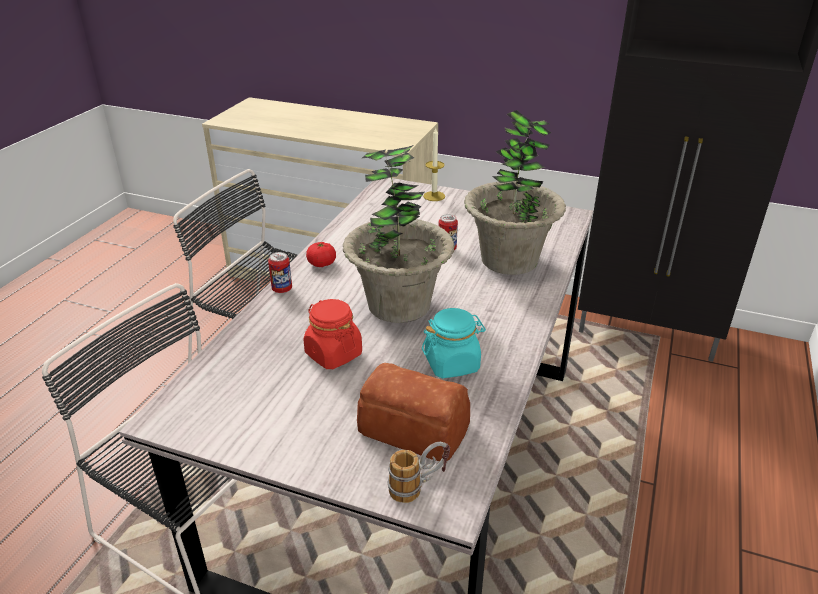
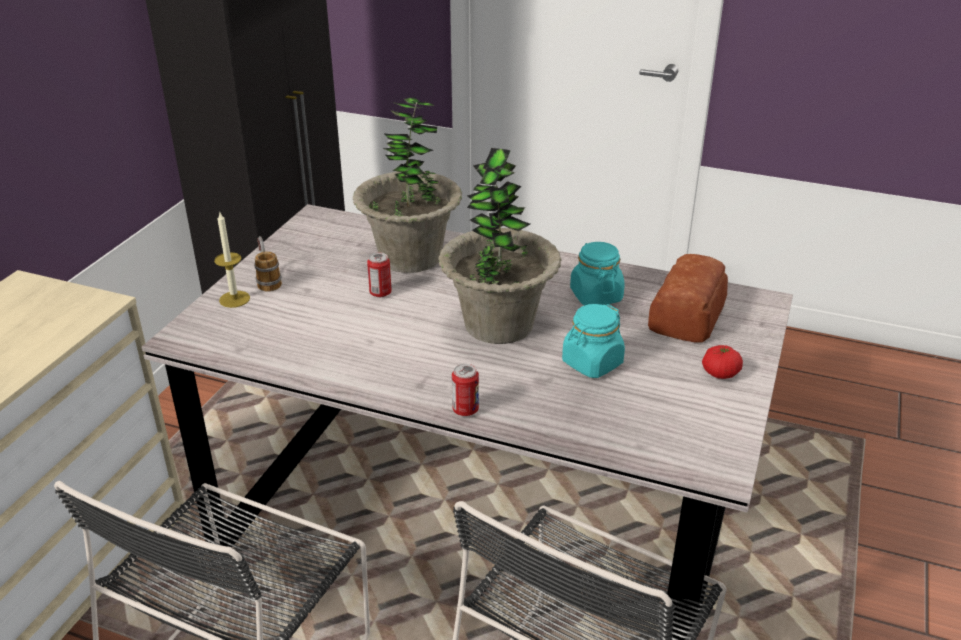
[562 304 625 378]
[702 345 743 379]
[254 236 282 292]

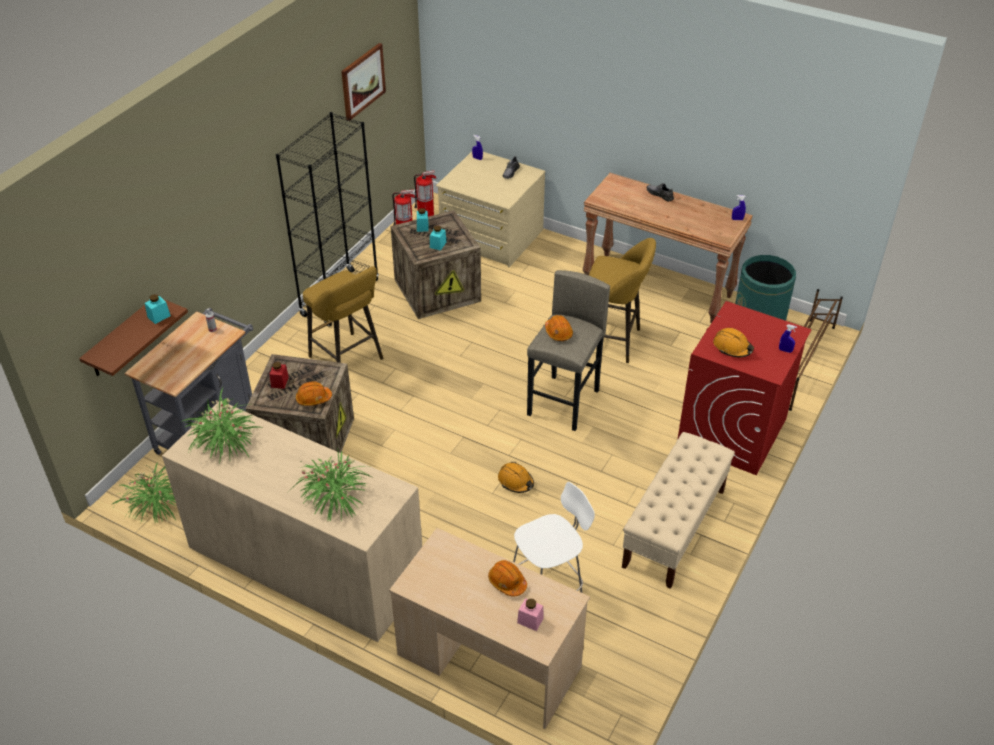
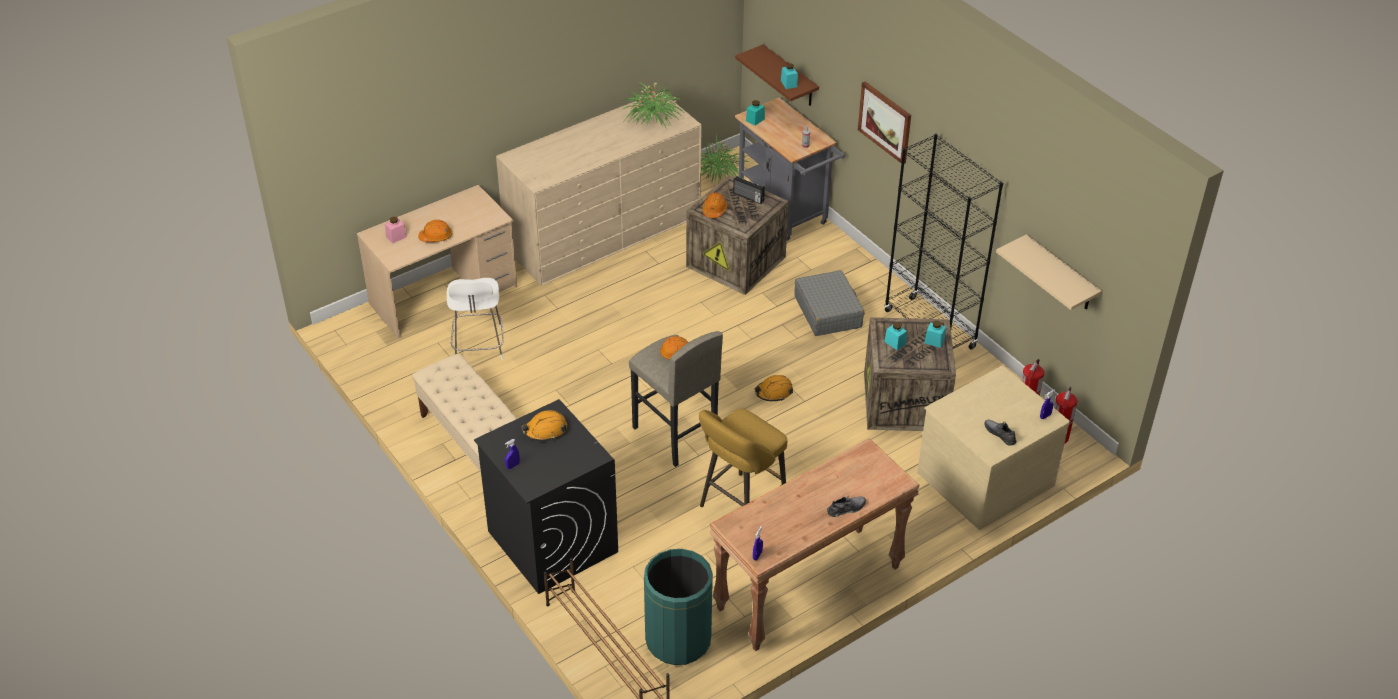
[733 176 765 204]
[288 451 372 522] (first image)
[794 270 864 336]
[858 82 911 164]
[754 375 793 401]
[474 399 618 594]
[746 100 765 126]
[996 235 1102 310]

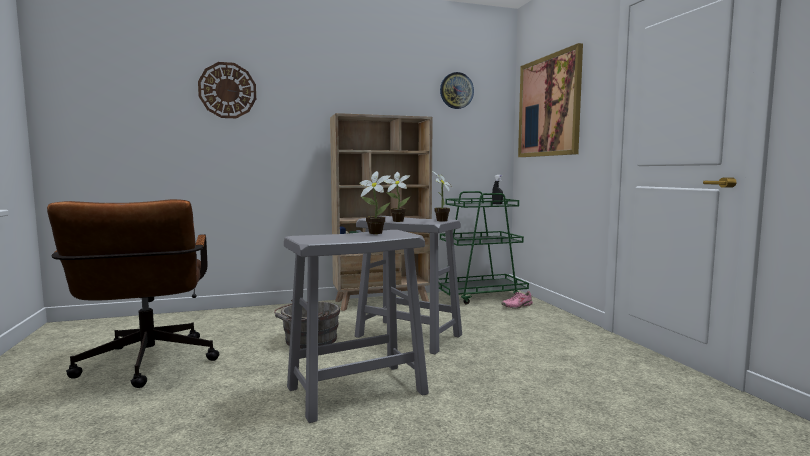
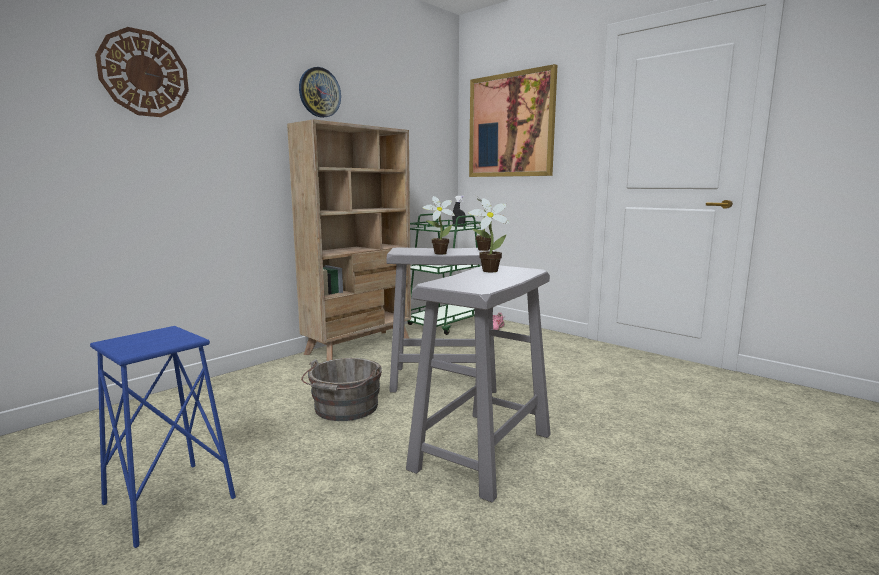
[90 326 236 548]
[299 67 341 118]

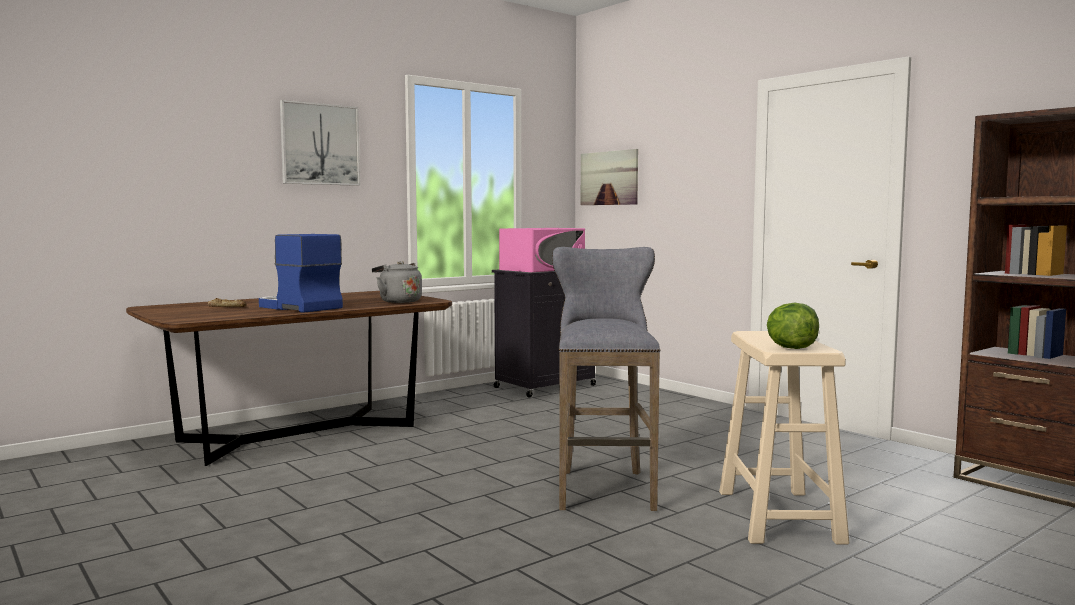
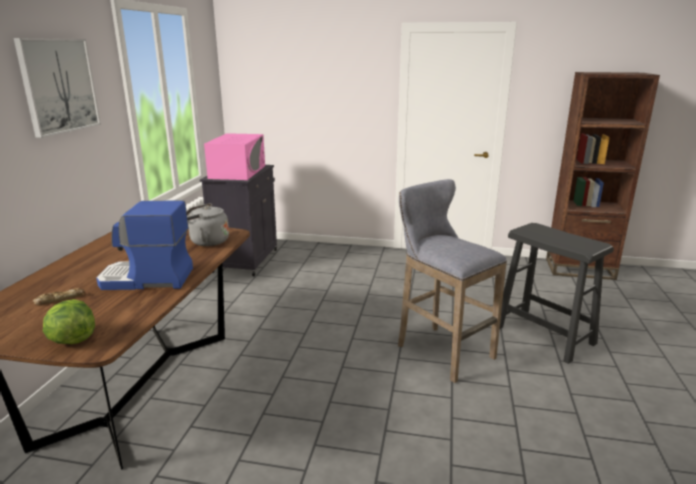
[581 149 638 205] (first image)
[500 223 614 364]
[43 299 95 344]

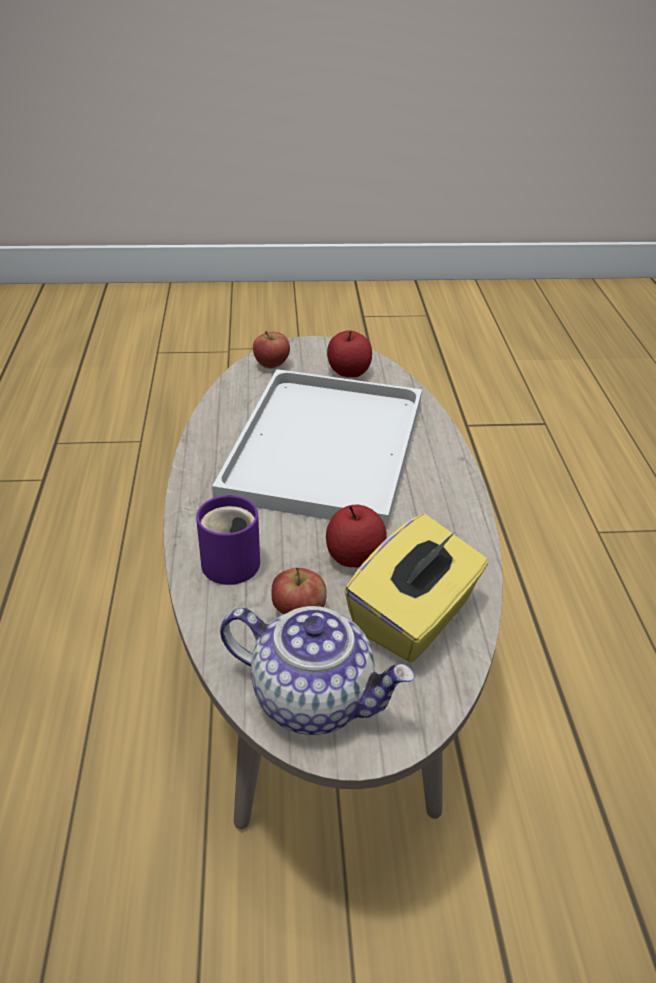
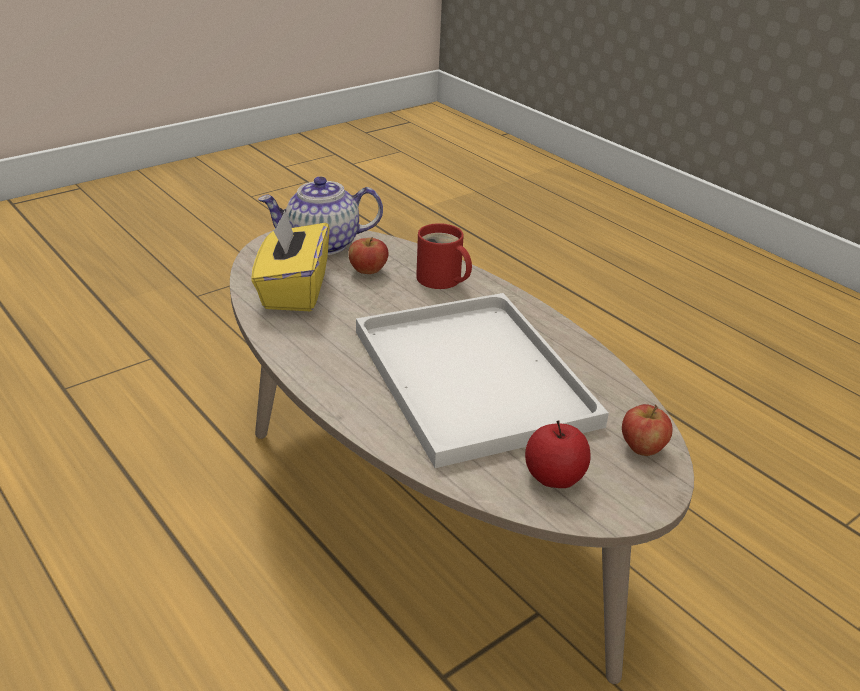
[416 223 472 289]
[326 504 387 567] (first image)

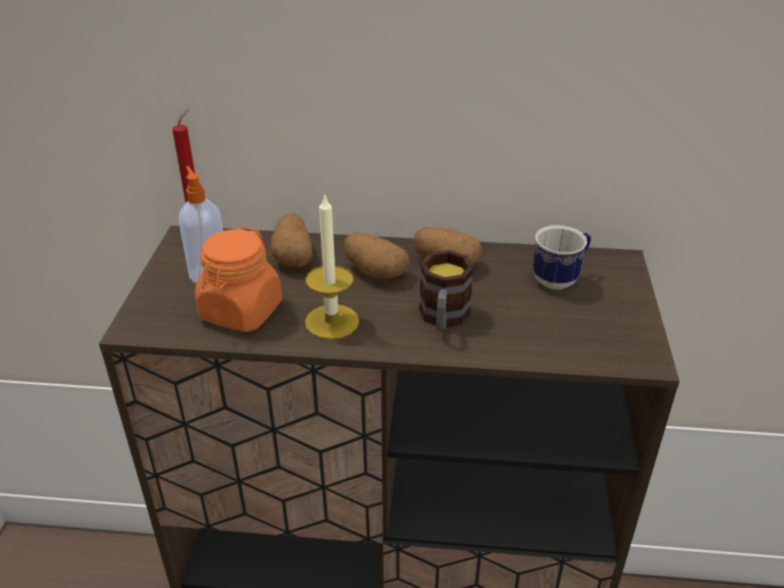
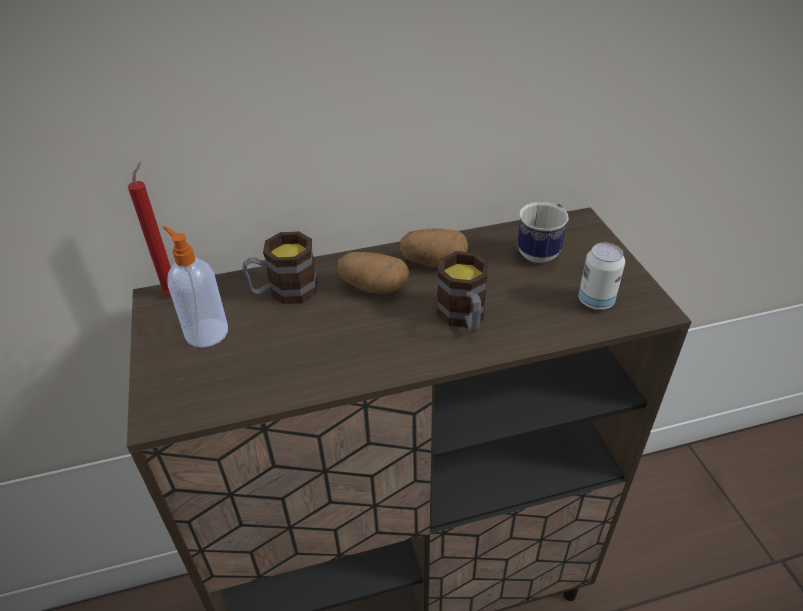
[195 227 282 332] (first image)
[242 232 318 304]
[305 193 359 339] (first image)
[578 243 625 310]

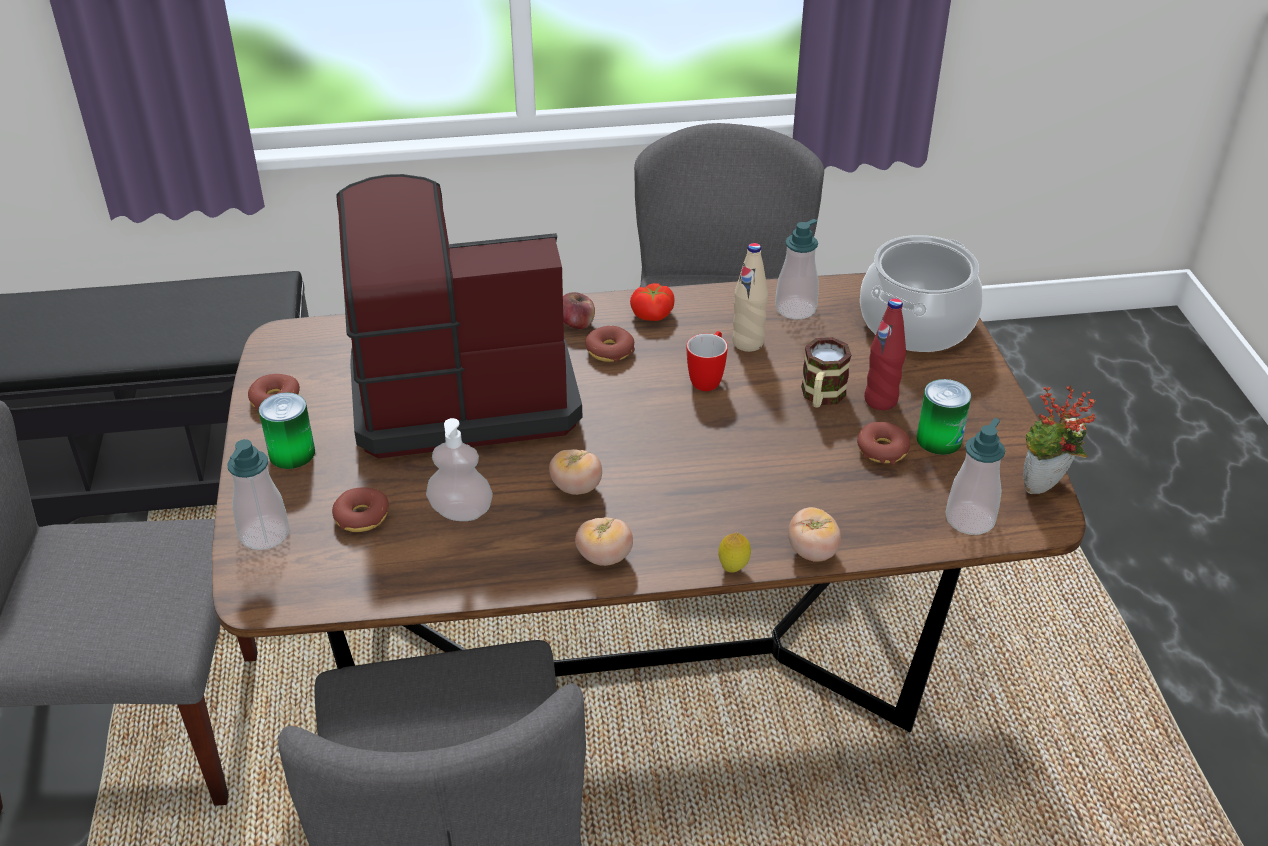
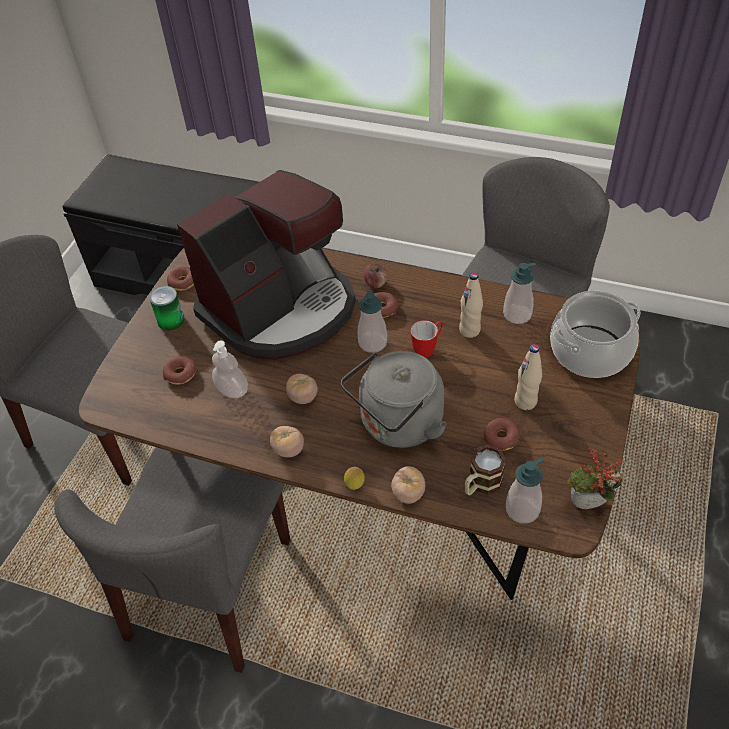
[358 292 387 353]
[177 170 356 360]
[630 283 675 321] (first image)
[465 445 506 495]
[514 344 542 410]
[917 379 971 455] (first image)
[341 351 447 448]

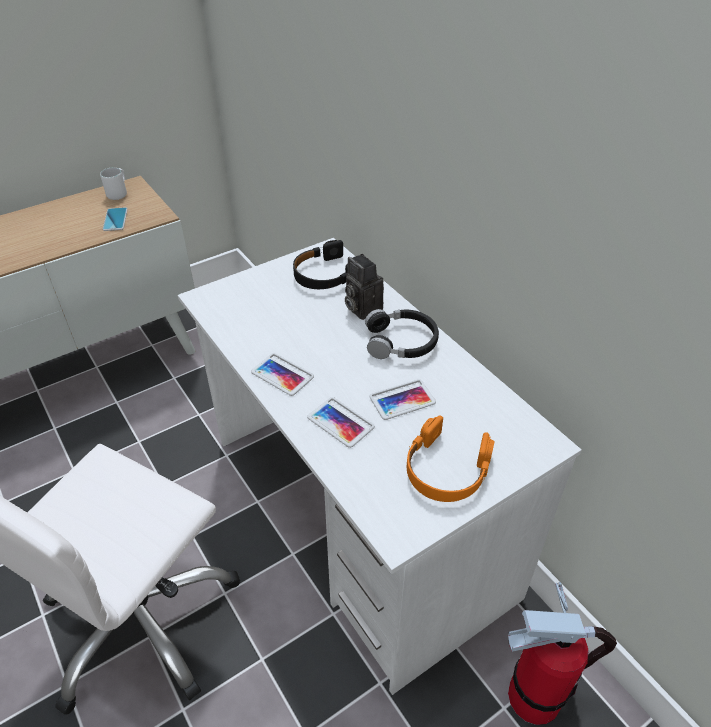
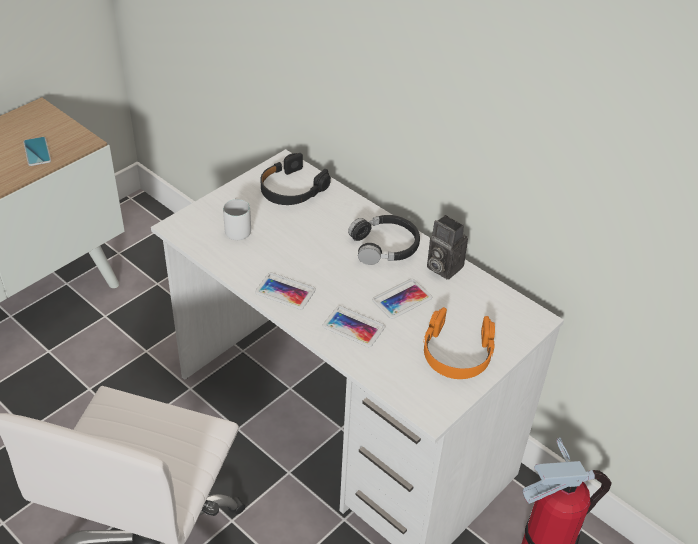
[223 197 251 240]
[427 215 468 280]

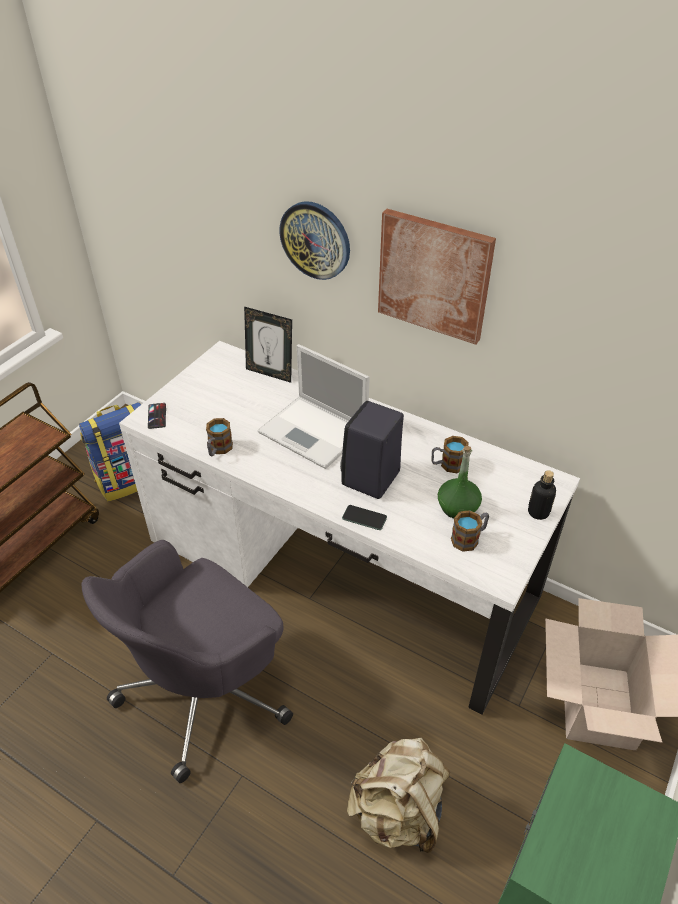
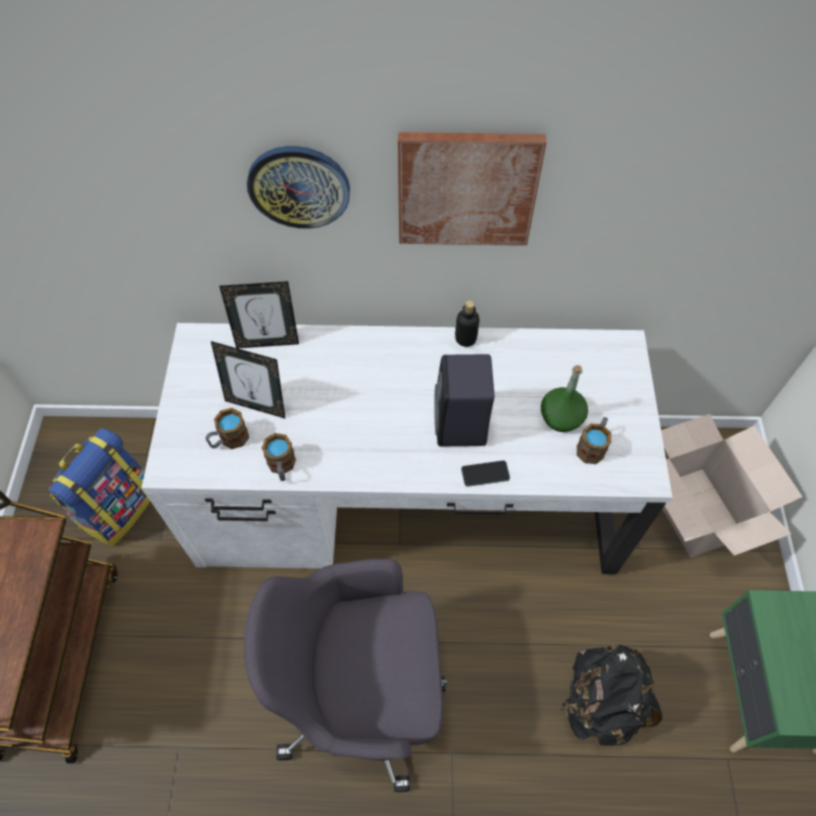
[243 559 447 792]
[148 403 166 429] (first image)
[257 344 370 469] (first image)
[561 645 663 746]
[206 408 249 449]
[455 301 480 347]
[211 341 286 419]

